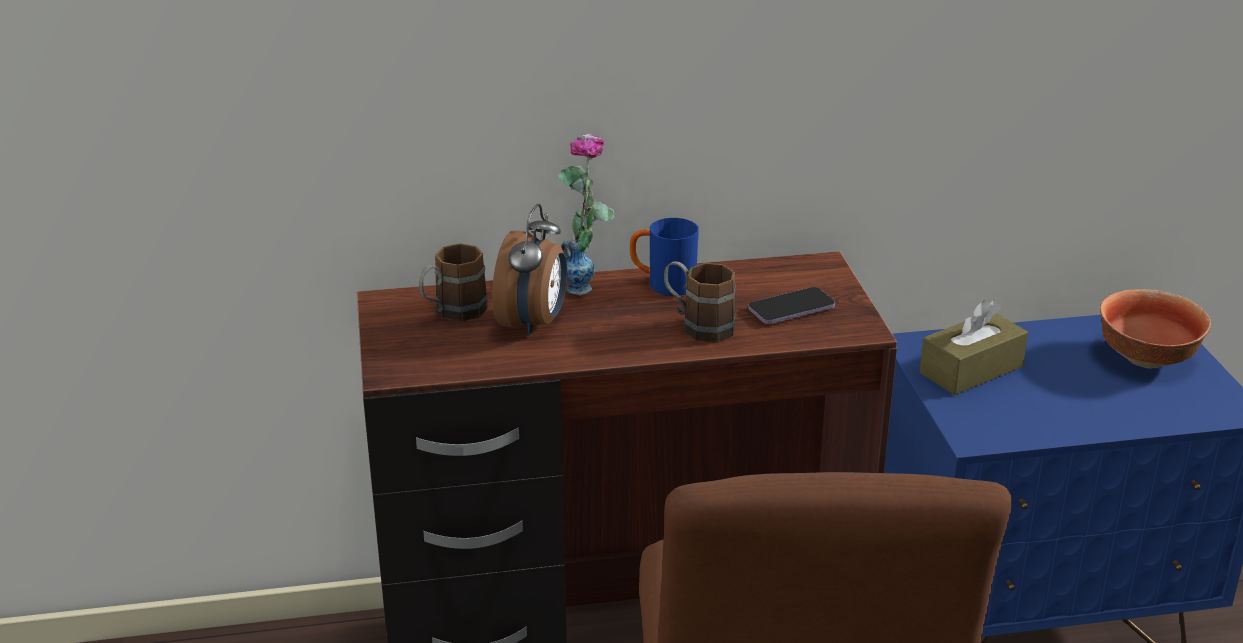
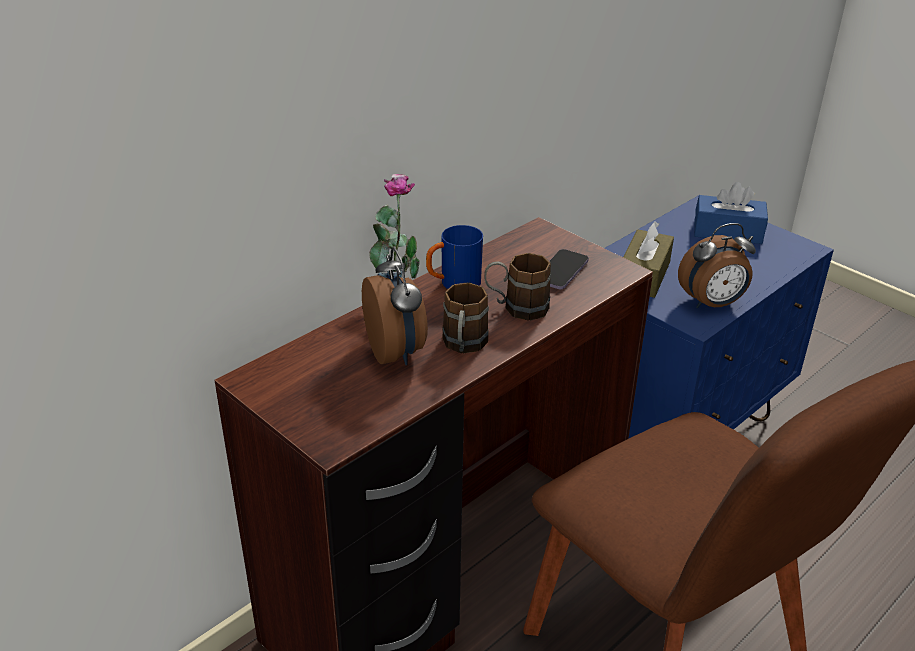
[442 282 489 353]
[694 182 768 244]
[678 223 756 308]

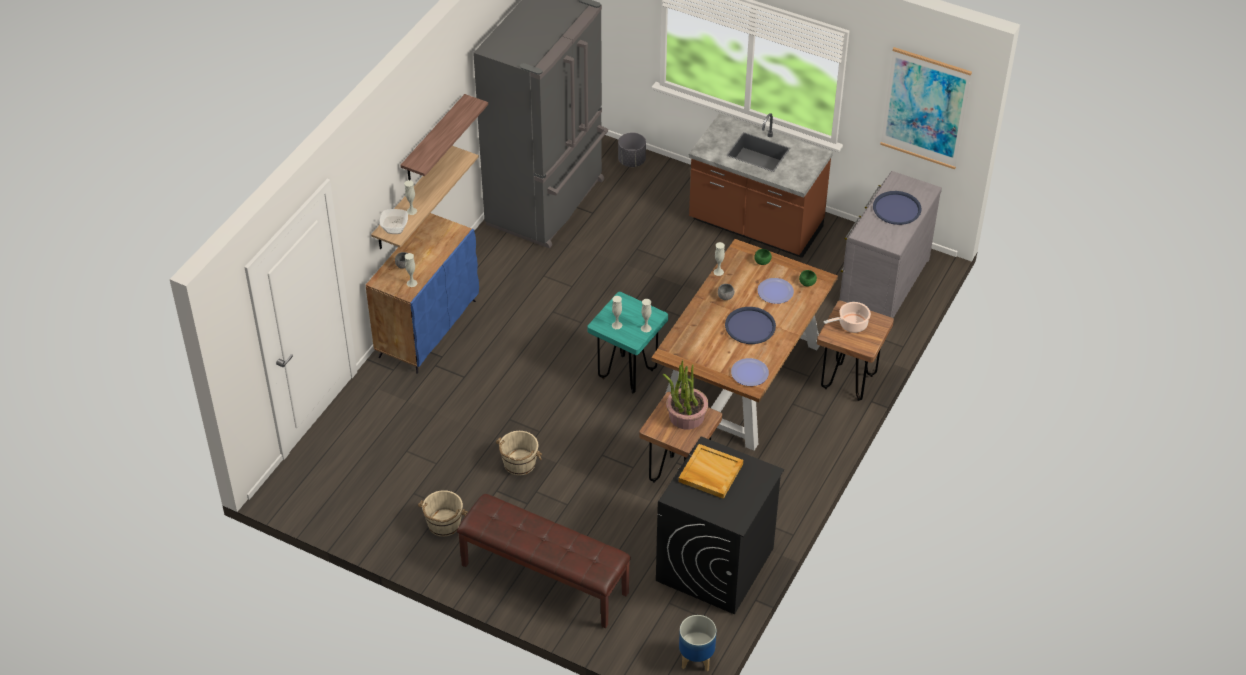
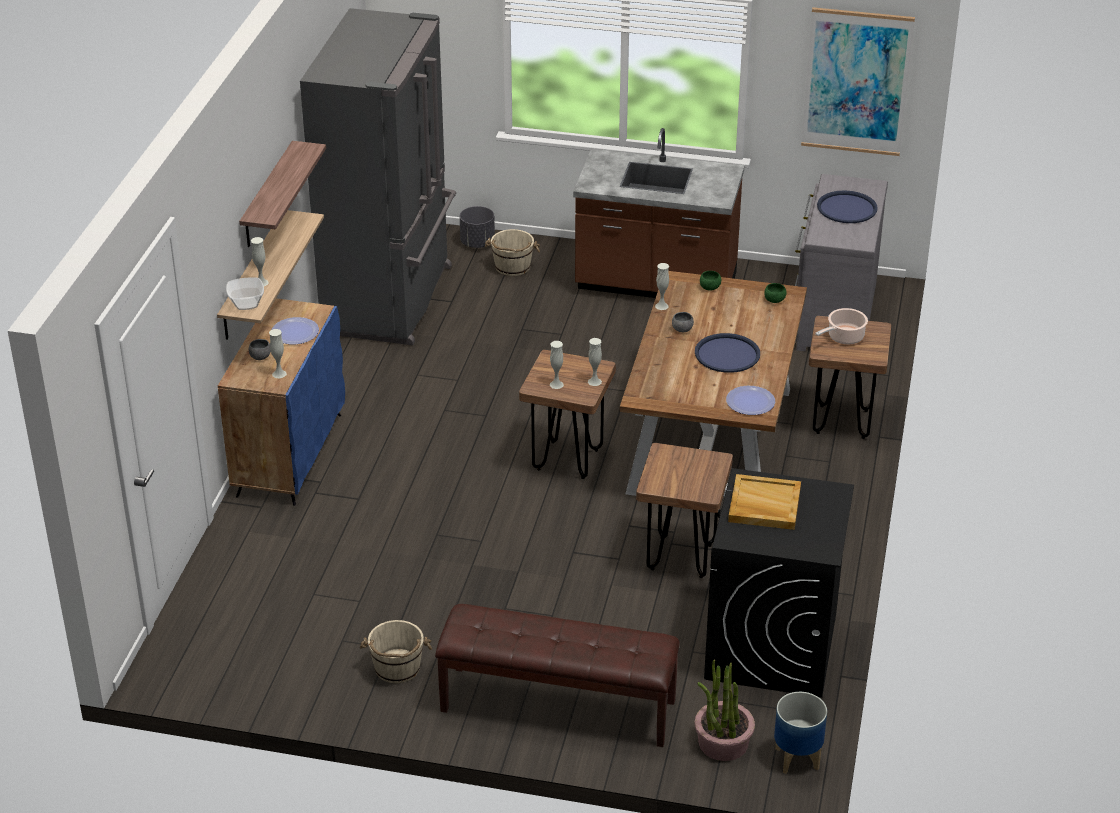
[485 229 540 276]
[519 350 616 479]
[695 660 755 761]
[271 317 319 345]

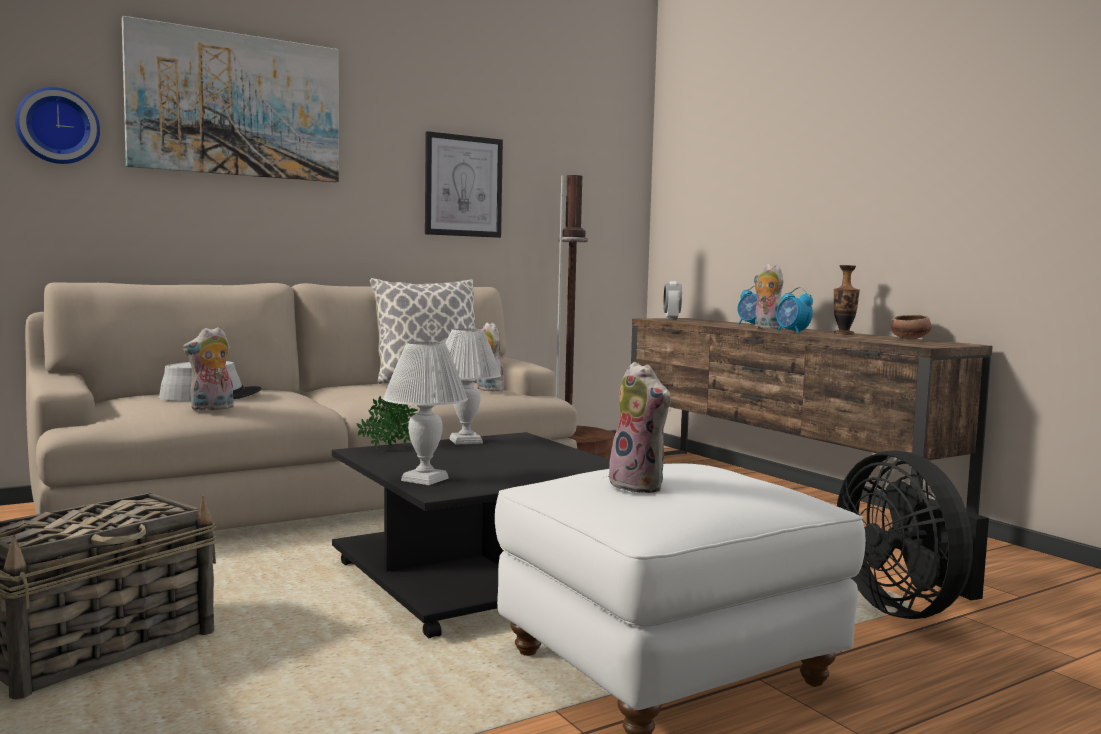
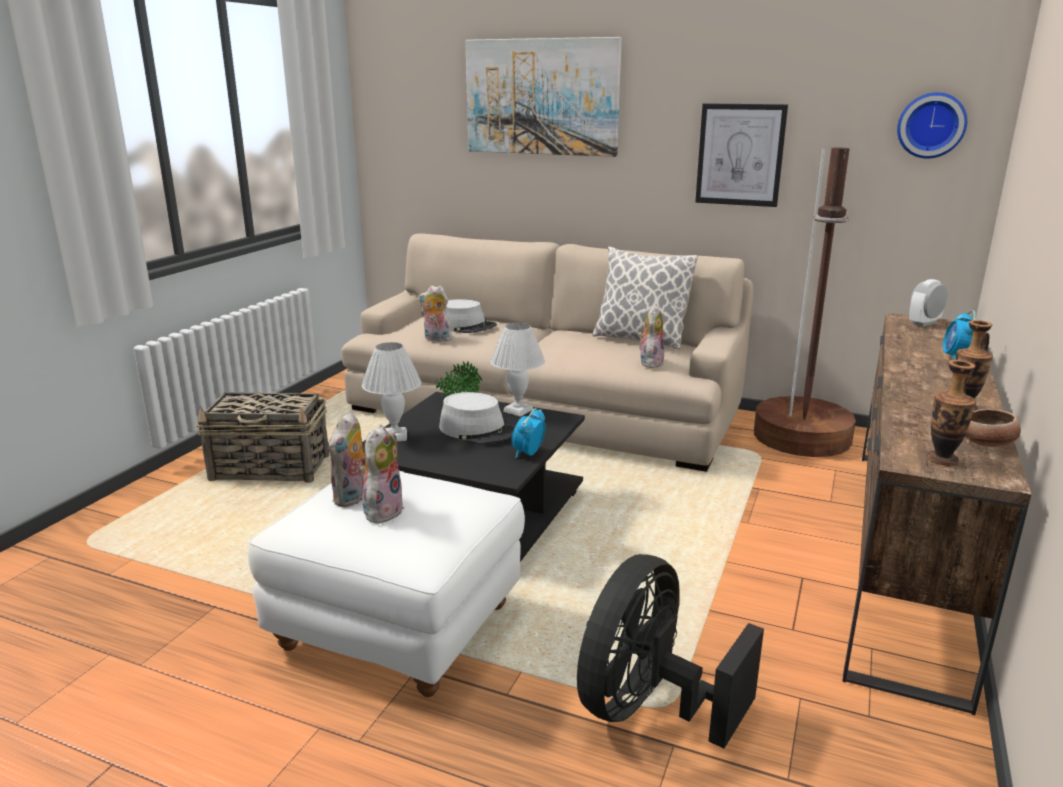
[897 92 967 158]
[359 424 404 523]
[511 408 546 458]
[439 392 515 444]
[927 360 976 466]

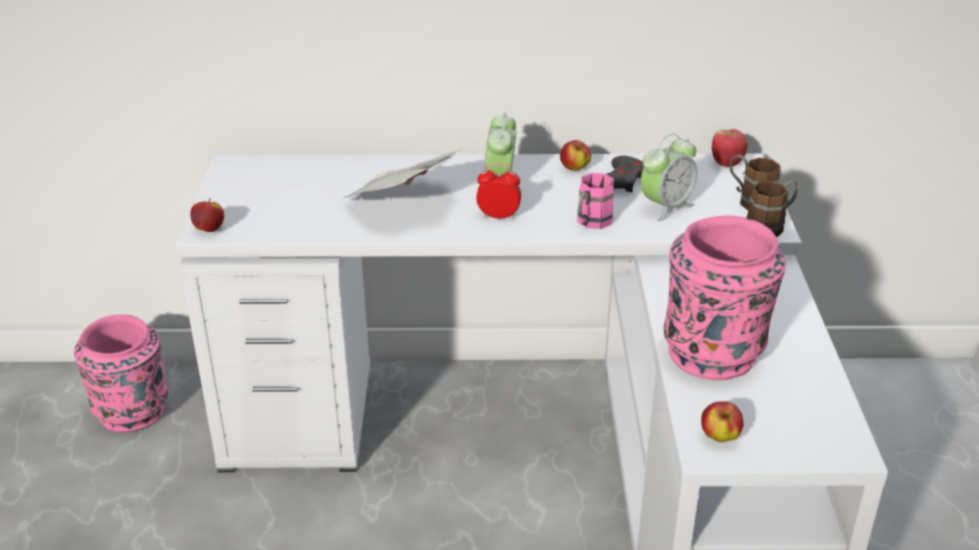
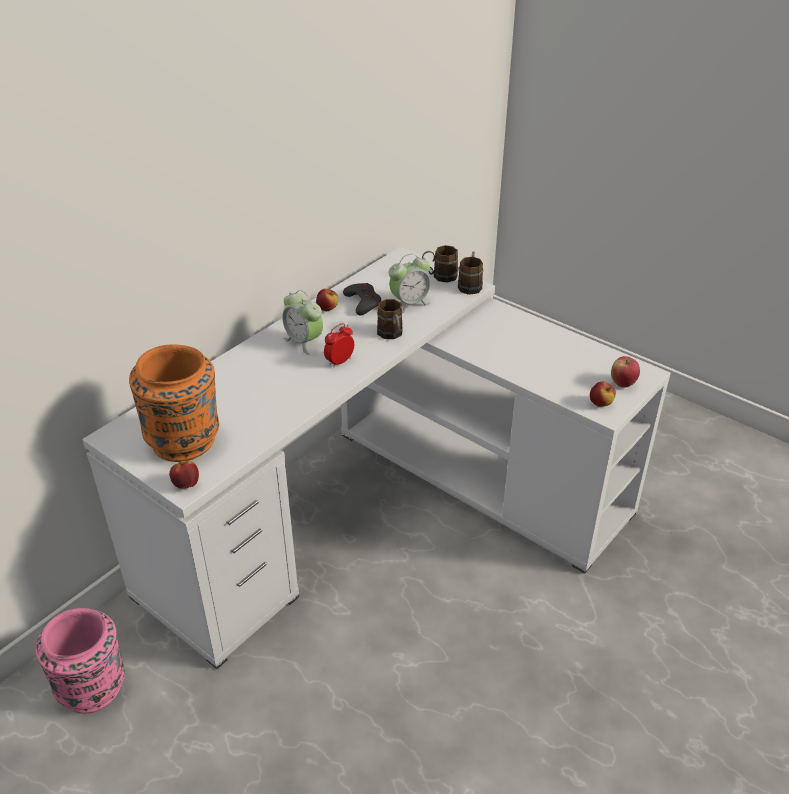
[343 149 462 198] (first image)
[377 299 403 339]
[389 254 431 313]
[664 216 786 380] (first image)
[611 356 640 388]
[129 345 219 462]

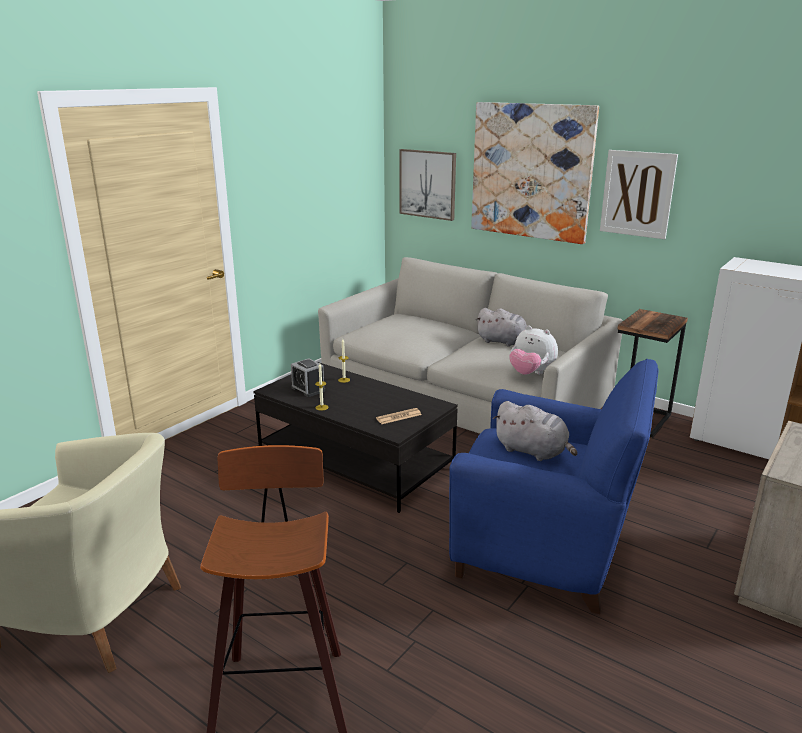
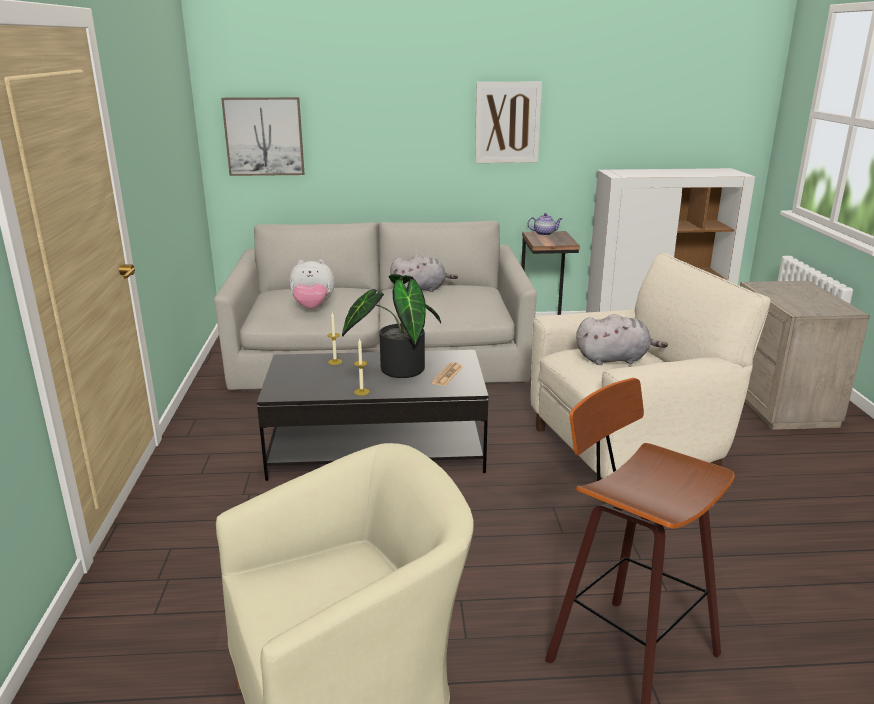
[291 358 325 397] (first image)
[531 253 771 479]
[471 102 599 244] (first image)
[289 260 335 309]
[342 274 441 378]
[527 213 562 236]

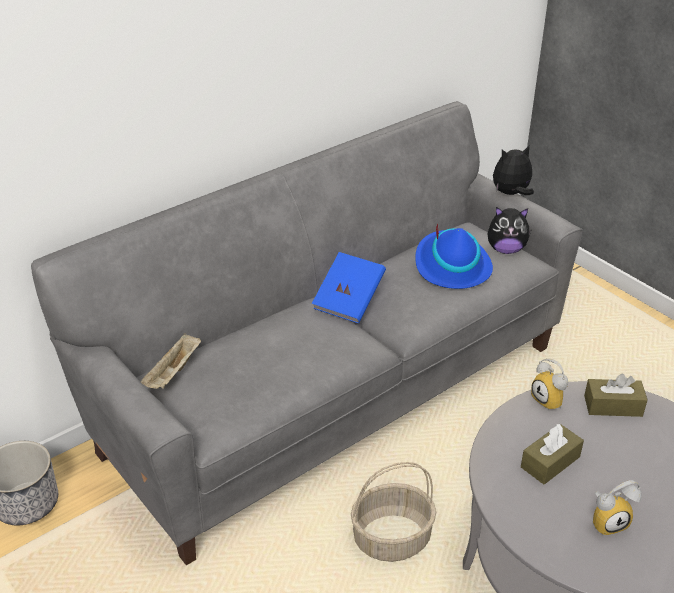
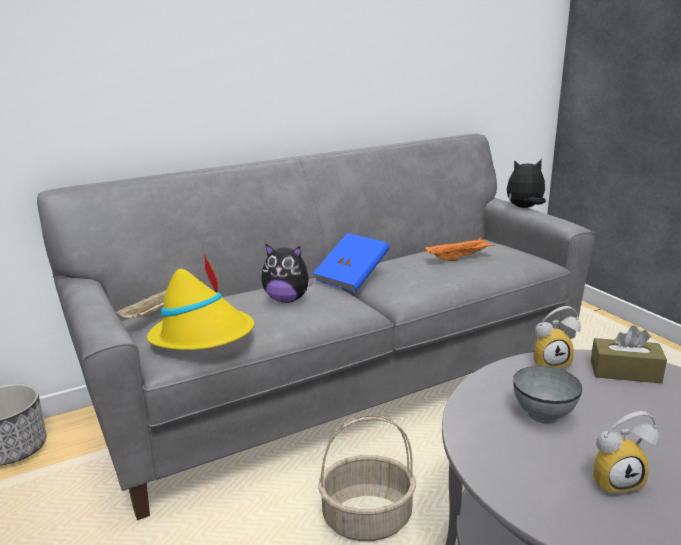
[425 237 495 261]
[261 243 316 303]
[513 366 582 424]
[533 306 581 369]
[147 253 254 350]

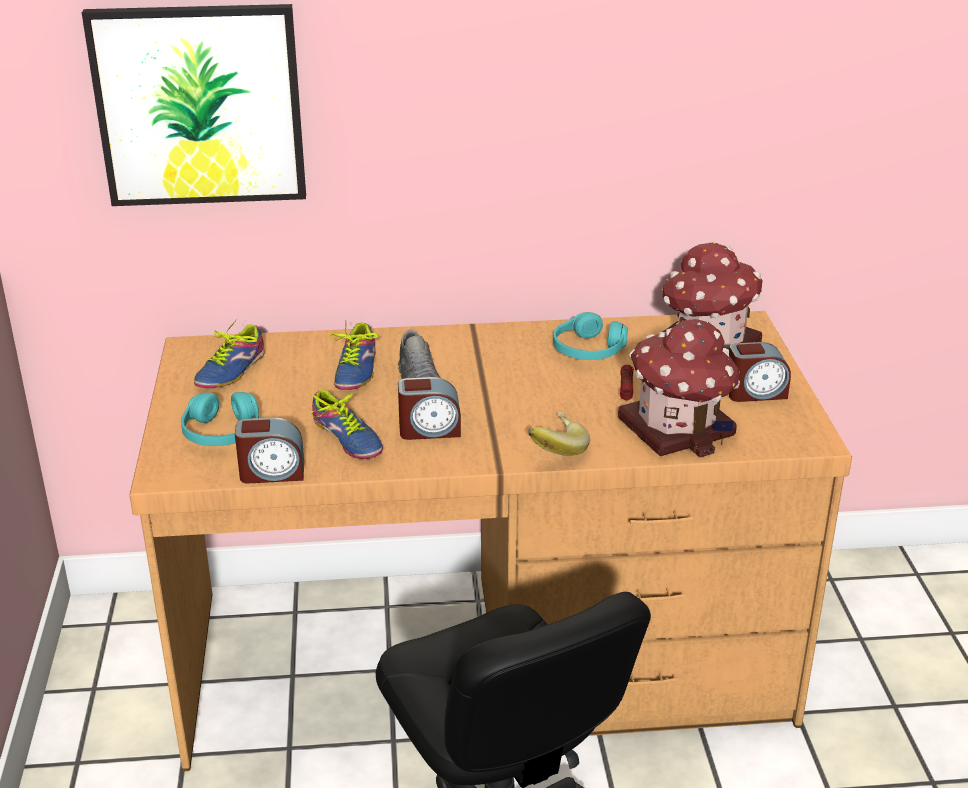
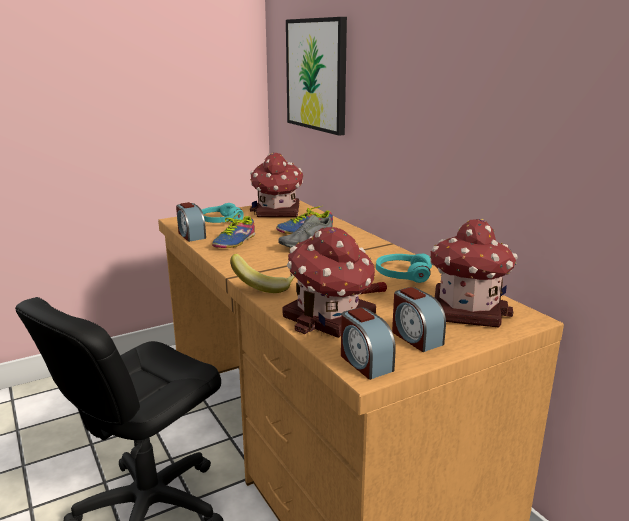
[250 153 303 217]
[341 307 396 380]

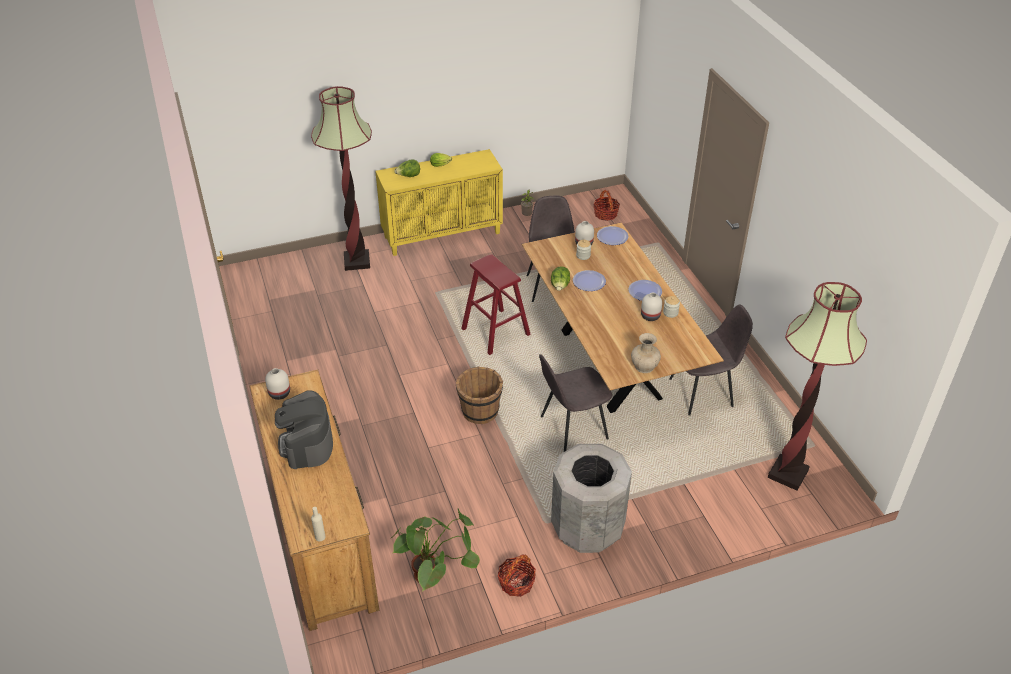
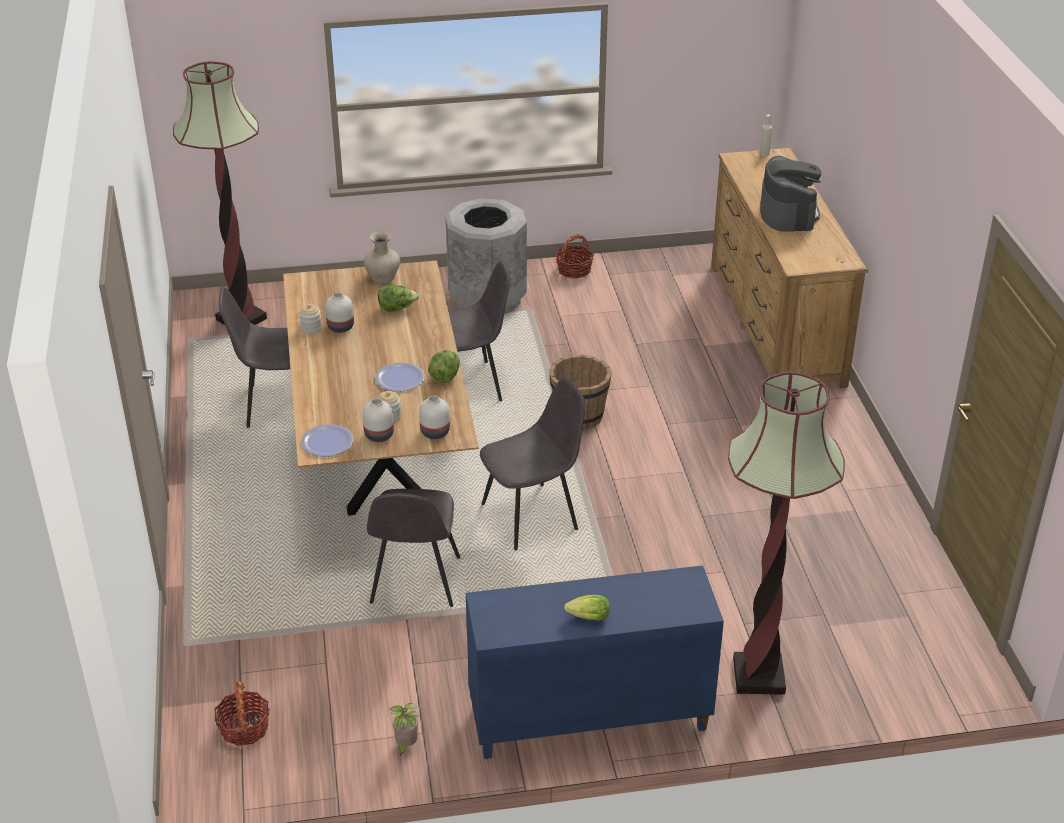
[419 395 450 439]
[466 565 724 759]
[391 508 480 592] (first image)
[378 284 419 312]
[480 377 585 550]
[628 280 662 301] (first image)

